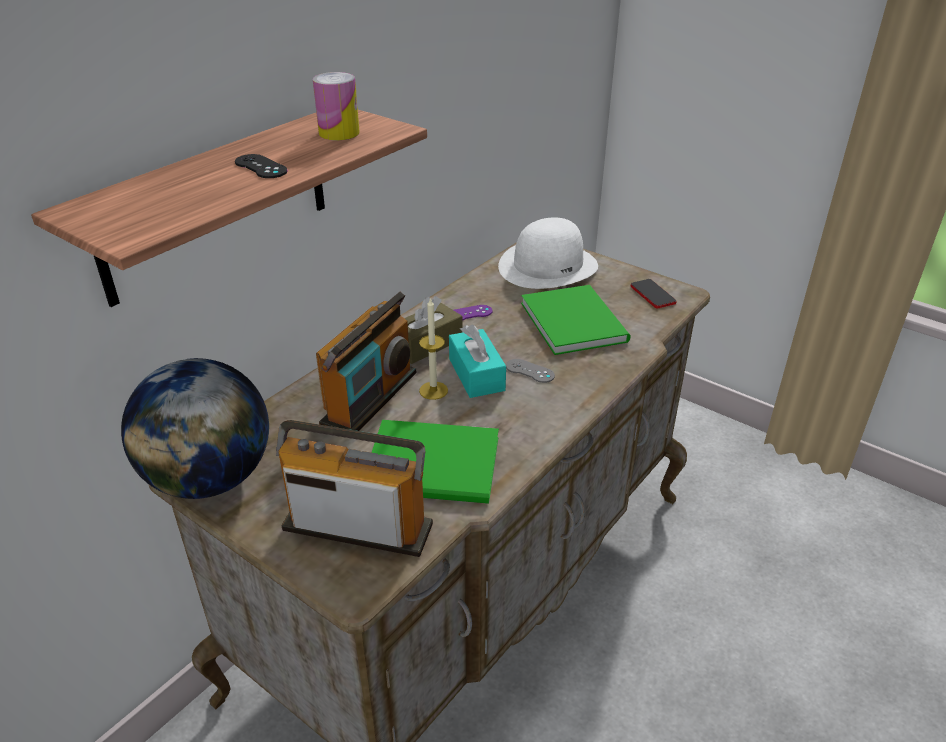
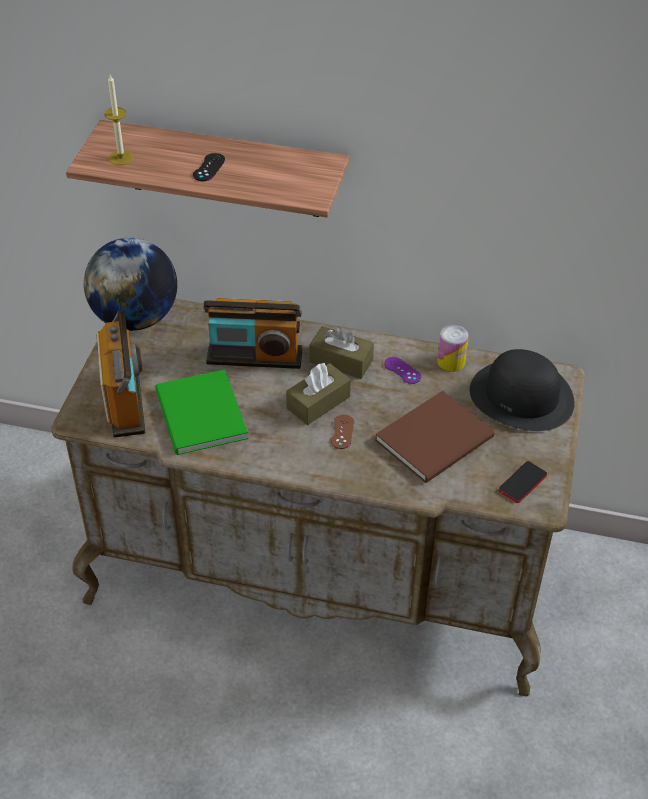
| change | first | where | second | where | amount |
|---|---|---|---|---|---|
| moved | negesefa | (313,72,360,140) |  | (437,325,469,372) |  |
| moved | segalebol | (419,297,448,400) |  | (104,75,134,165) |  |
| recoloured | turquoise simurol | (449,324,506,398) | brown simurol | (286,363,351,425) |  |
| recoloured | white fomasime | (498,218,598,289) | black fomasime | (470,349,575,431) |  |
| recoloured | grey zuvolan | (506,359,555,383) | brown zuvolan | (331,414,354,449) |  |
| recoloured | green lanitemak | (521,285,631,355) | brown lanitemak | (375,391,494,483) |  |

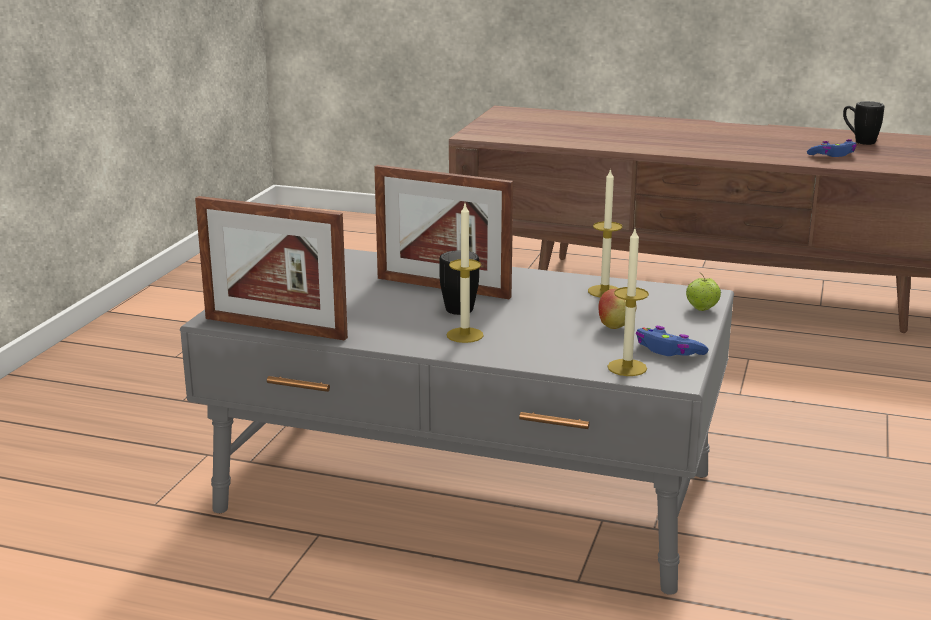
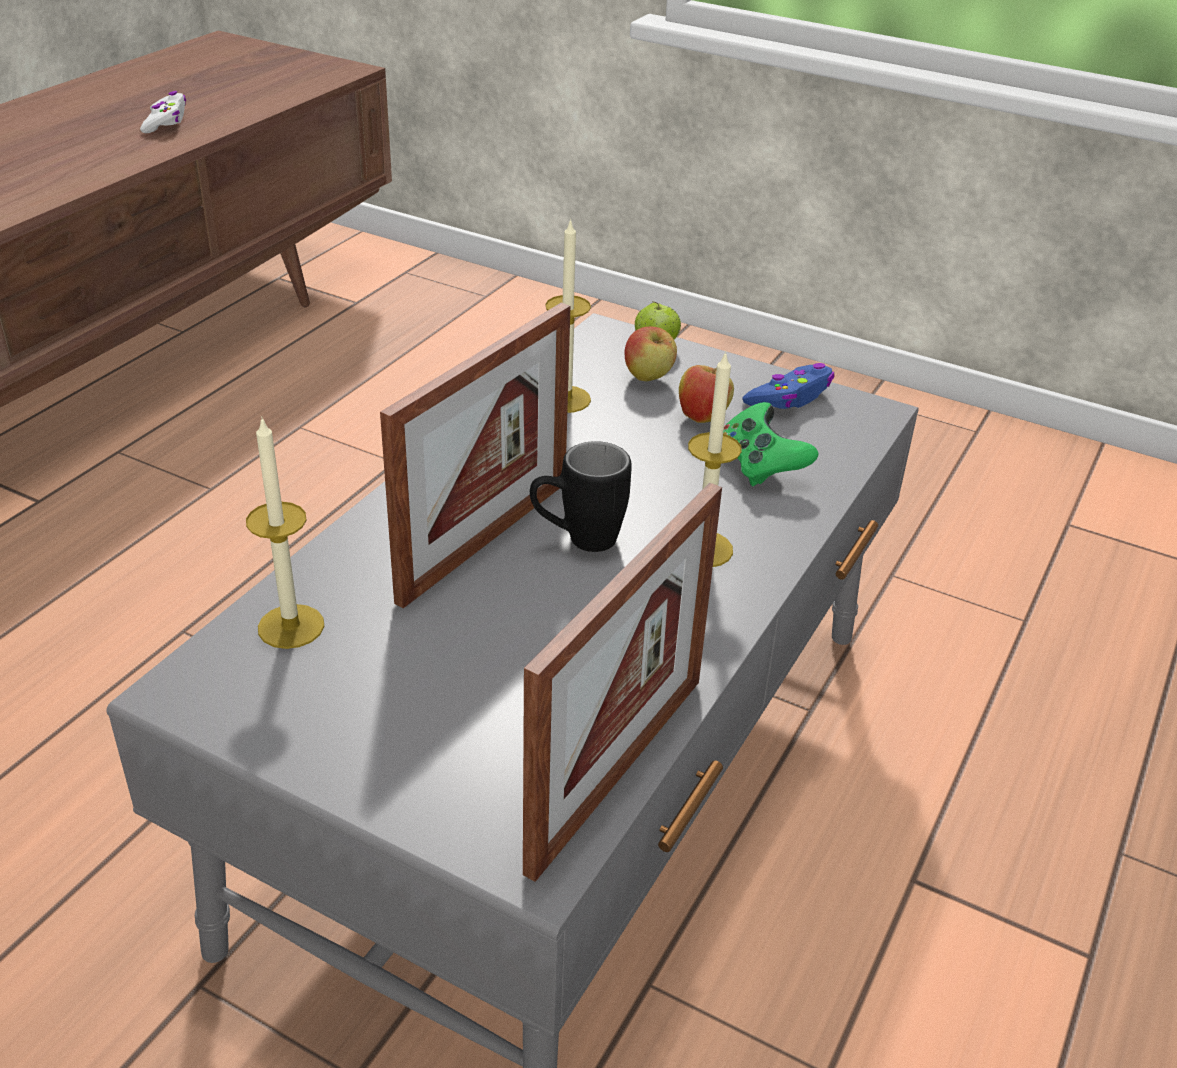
| change | first | where | second | where | amount |
|---|---|---|---|---|---|
| moved | segalebol | (607,229,649,376) |  | (246,416,324,649) |  |
| recoloured | blue zuvolan | (807,139,857,157) | white zuvolan | (140,91,186,133) |  |
| removed | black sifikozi | (843,101,884,145) |  |  |  |
| added |  |  | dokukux | (625,327,677,381) |  |
| added |  |  | green zuvolan | (723,402,819,486) |  |

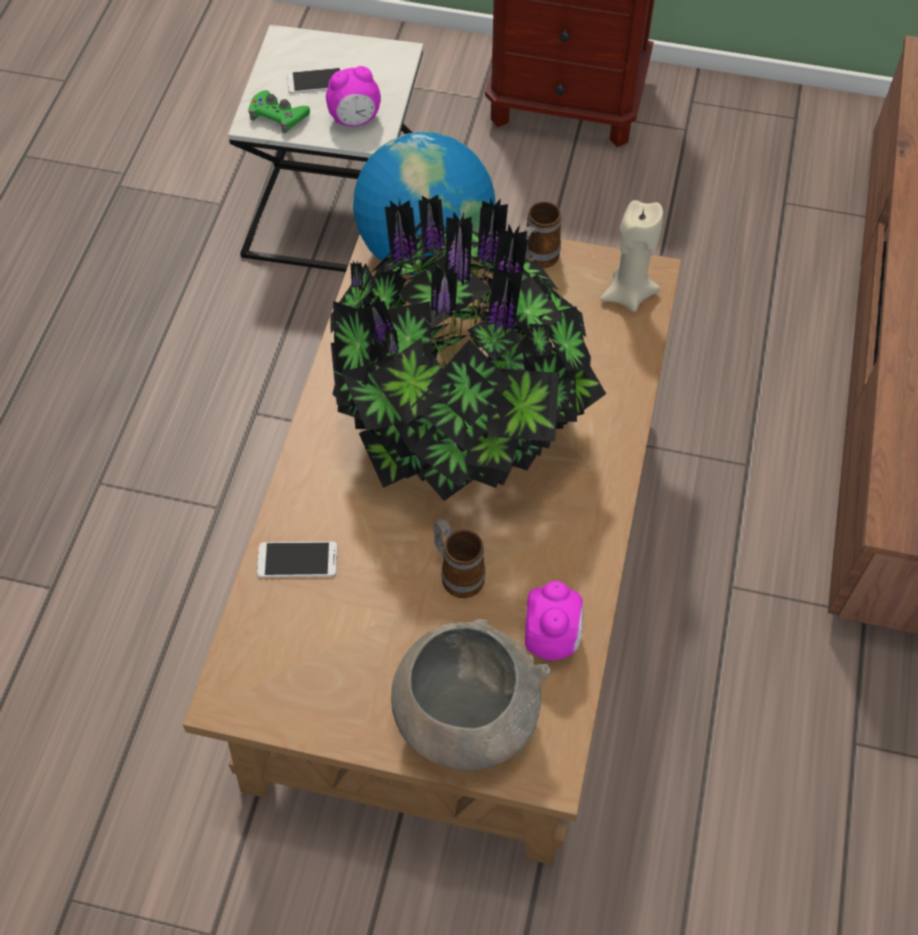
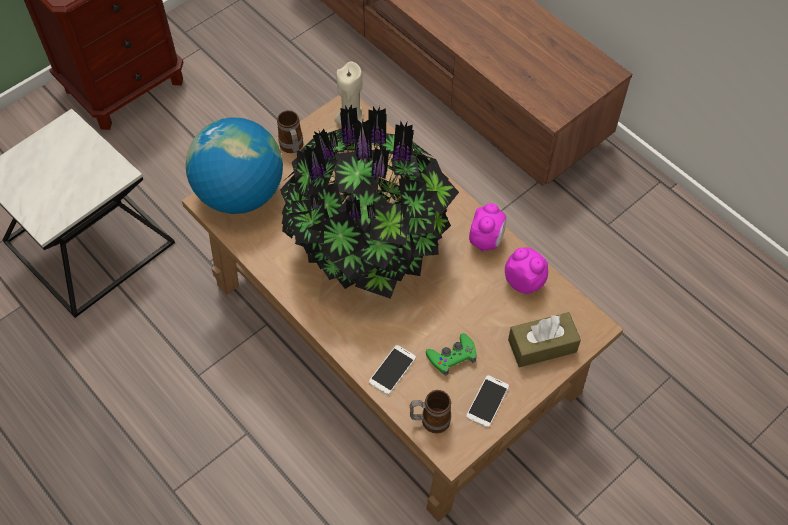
| change | first | where | second | where | amount |
|---|---|---|---|---|---|
| moved | green zuvolan | (248,90,310,133) |  | (426,333,477,376) |  |
| moved | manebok | (287,67,346,94) |  | (466,375,509,428) |  |
| moved | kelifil | (326,66,381,126) |  | (469,203,507,252) |  |
| replaced | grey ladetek | (391,618,550,771) | brown simurol | (508,312,581,367) |  |
| moved | sifikozi | (433,518,486,598) |  | (410,390,451,434) |  |

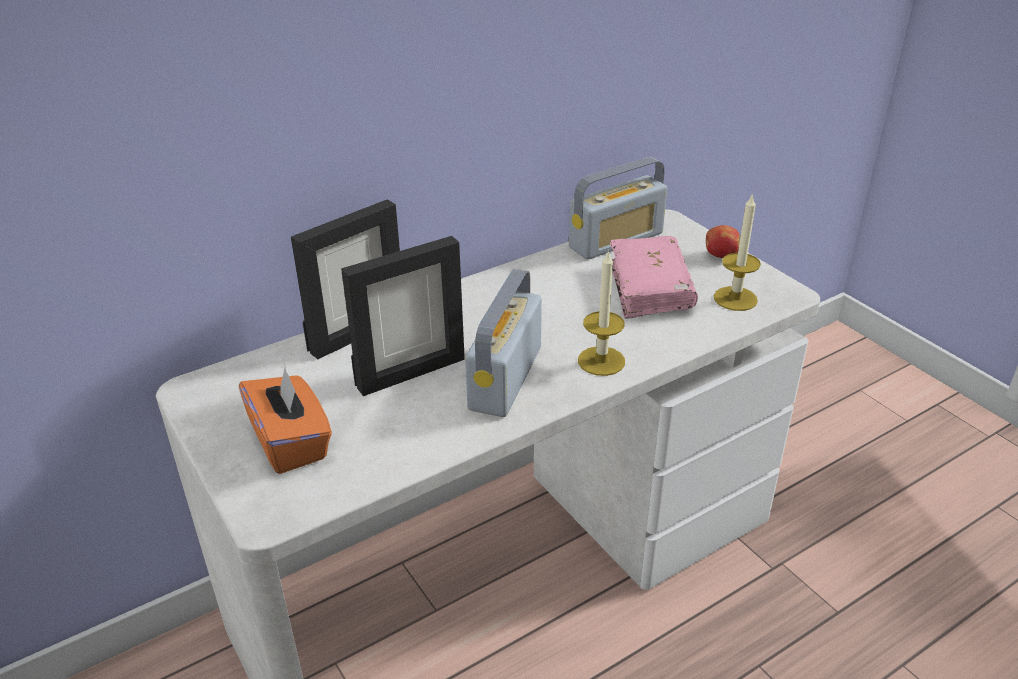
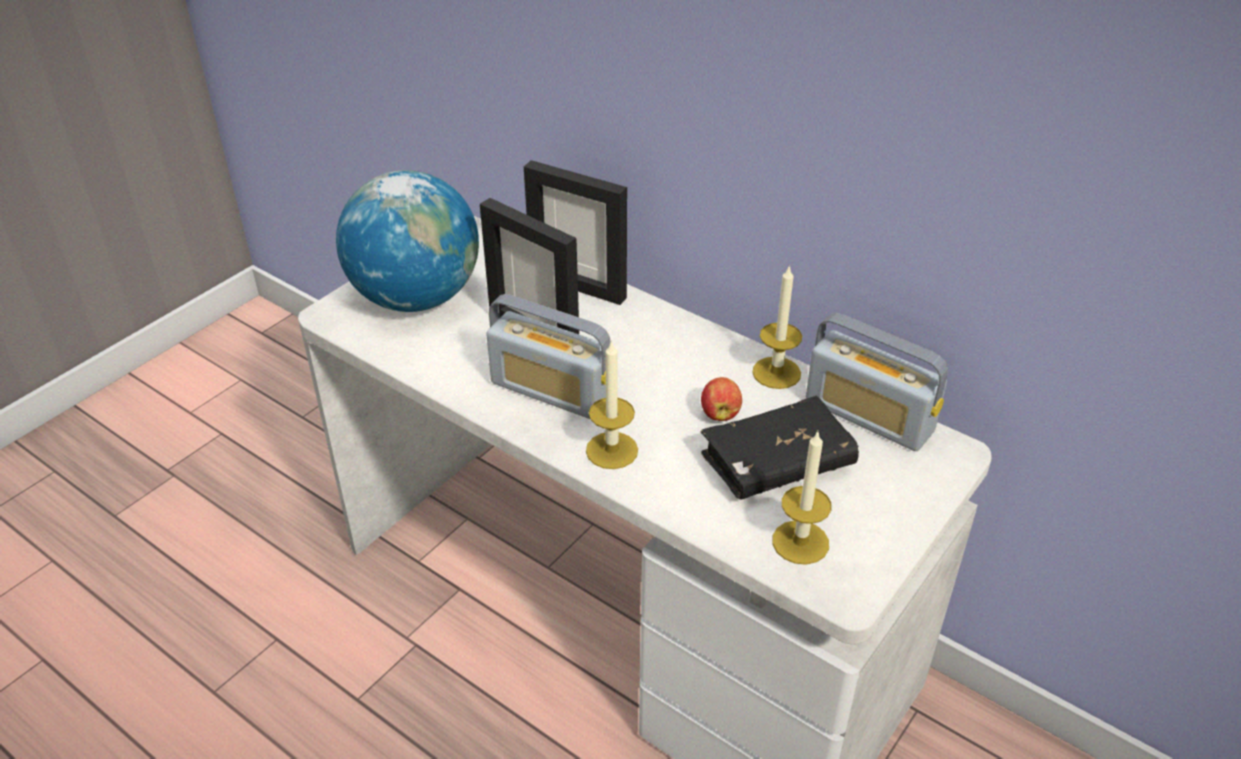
| change | first | where | second | where | amount |
|---|---|---|---|---|---|
| replaced | orange simurol | (239,367,332,474) | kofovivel | (336,170,479,312) |  |
| turned | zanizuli | (465,269,542,417) |  | (486,294,611,419) | 150 degrees counterclockwise |
| recoloured | pink lanitemak | (610,236,698,319) | black lanitemak | (701,396,859,500) |  |
| moved | dokukux | (706,225,740,258) |  | (701,377,742,421) |  |
| added |  |  | segalebol | (752,265,802,389) |  |

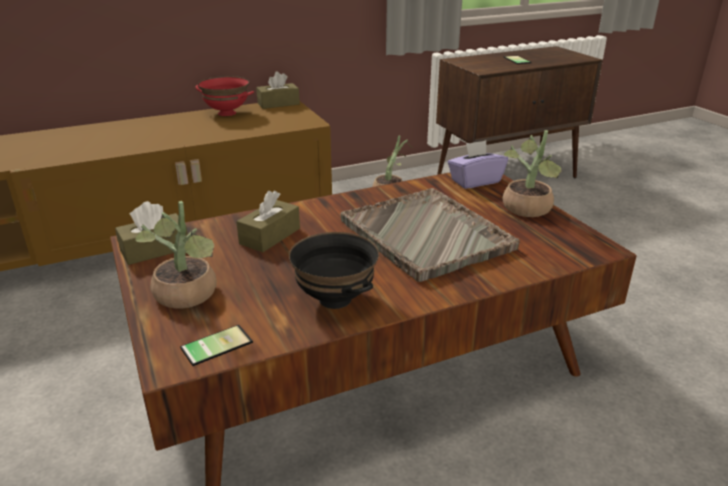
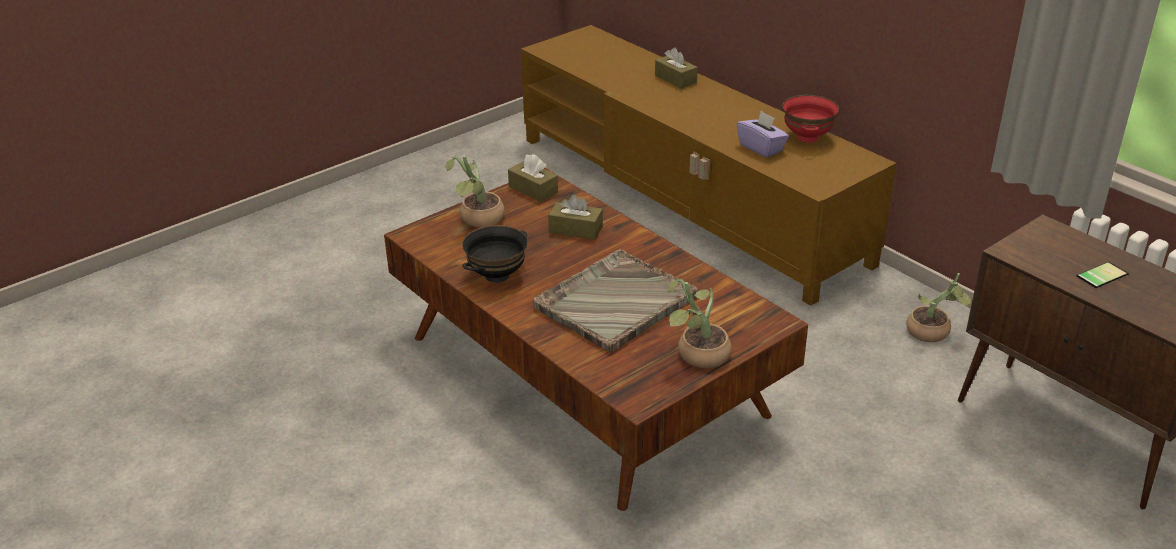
| change | first | where | second | where | amount |
|---|---|---|---|---|---|
| removed | manebok | (180,325,253,366) |  |  |  |
| moved | brown simurol | (256,71,300,109) |  | (655,48,698,89) |  |
| moved | purple simurol | (448,140,508,189) |  | (737,111,789,158) |  |

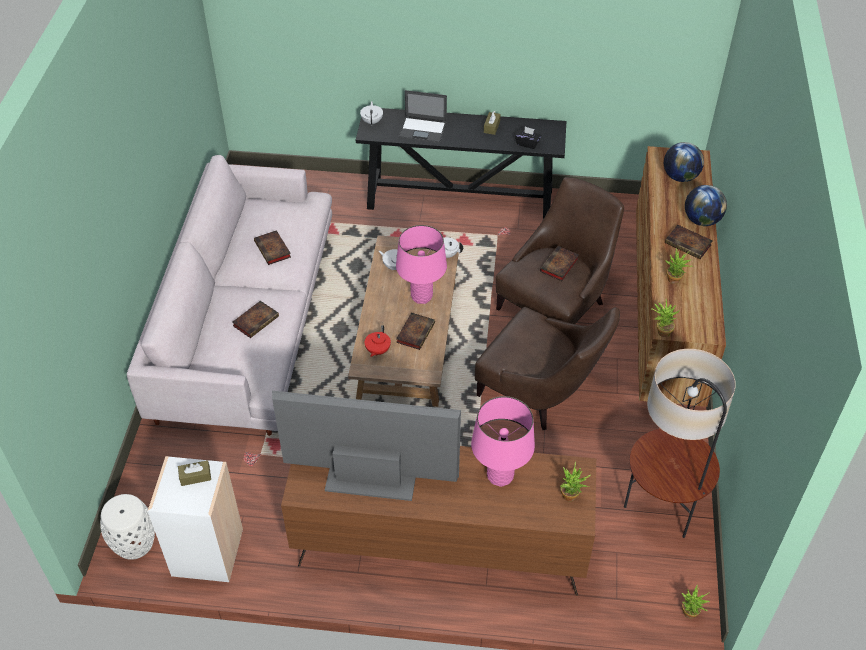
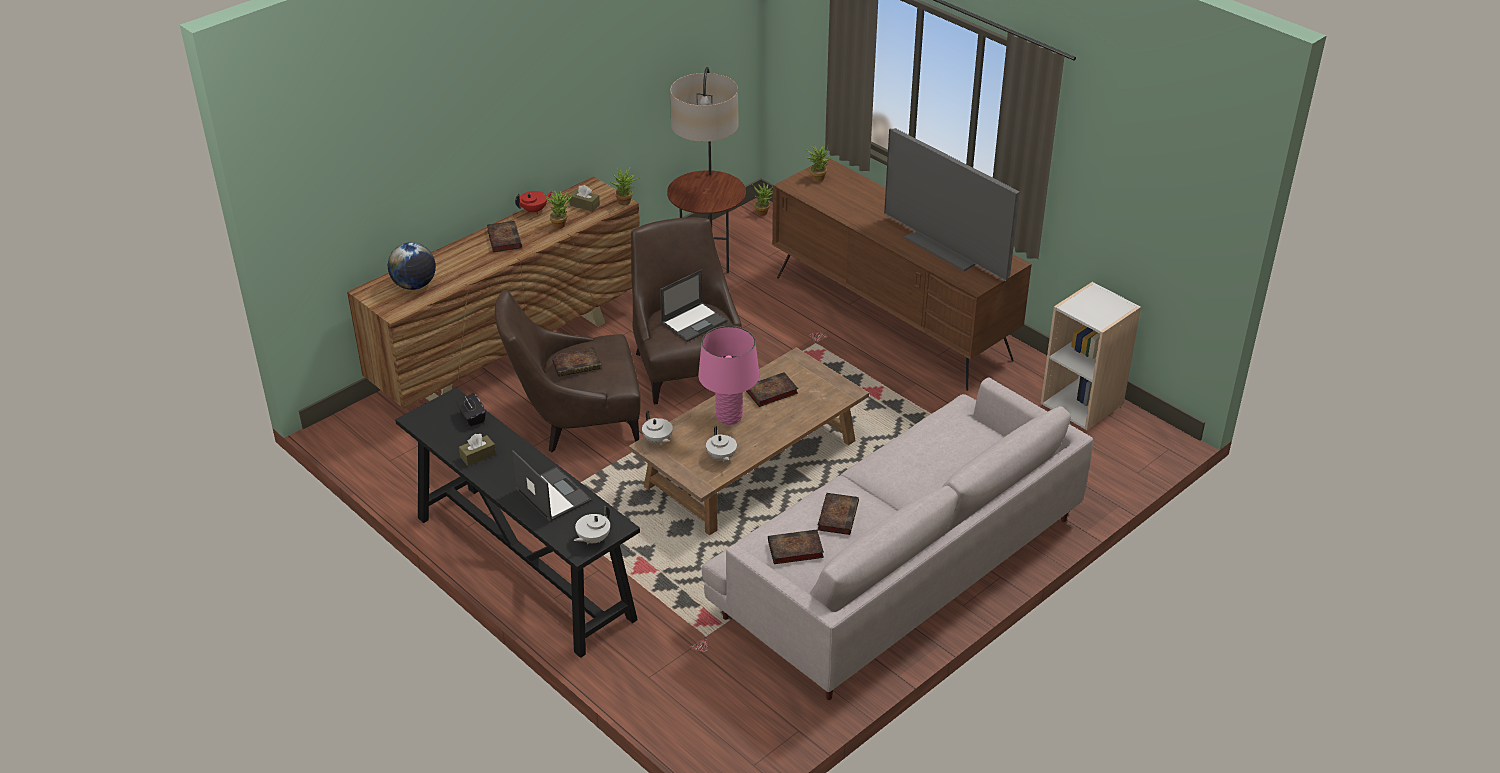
| change | first | where | second | where | amount |
|---|---|---|---|---|---|
| removed | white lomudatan | (100,494,155,560) |  |  |  |
| moved | brown simurol | (178,460,211,486) |  | (569,185,600,212) |  |
| moved | lanitemak | (232,301,279,338) |  | (768,529,824,564) |  |
| moved | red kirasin | (365,325,391,357) |  | (515,191,553,214) |  |
| removed | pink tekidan | (471,396,535,487) |  |  |  |
| removed | kofovivel | (685,185,727,226) |  |  |  |
| added |  |  | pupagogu | (660,270,727,342) |  |

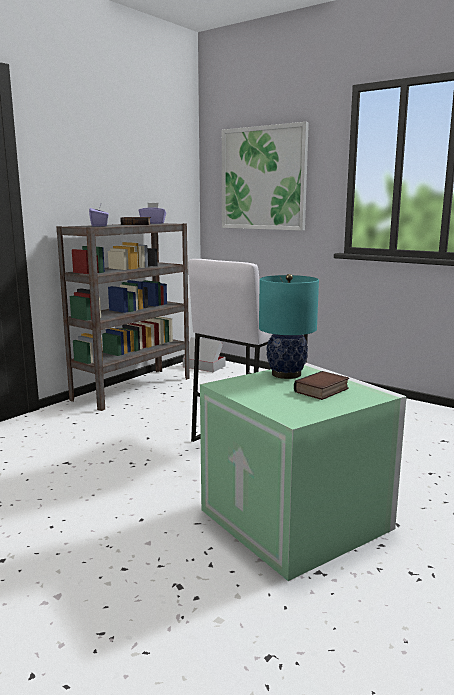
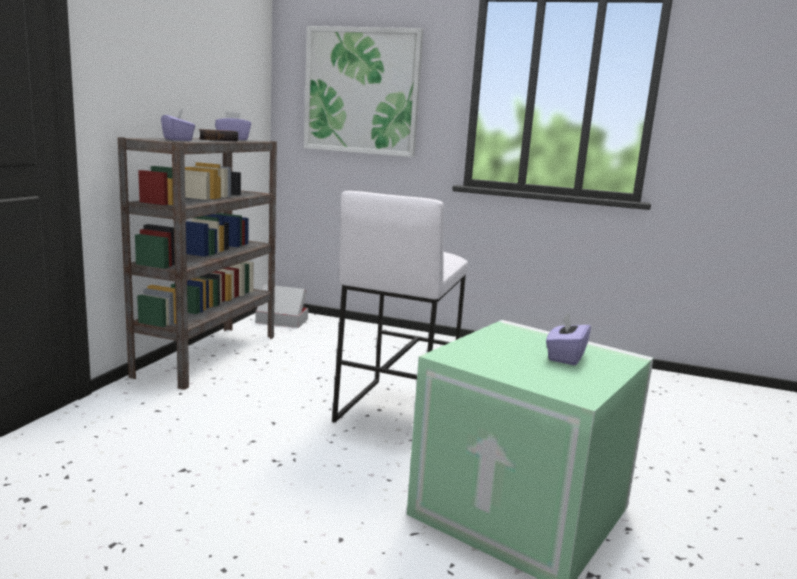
| change | first | where | second | where | amount |
|---|---|---|---|---|---|
| removed | turquoise tekidan | (259,274,319,379) |  |  |  |
| replaced | lanitemak | (294,371,349,400) | purple simurol | (546,312,591,366) |  |

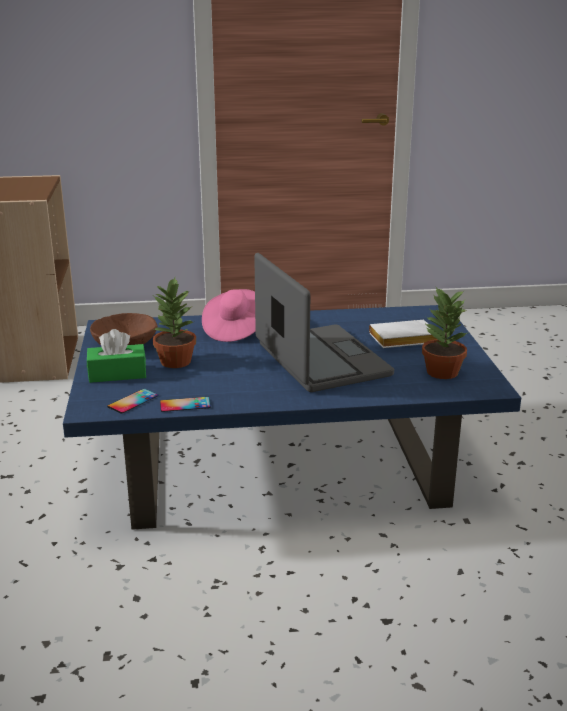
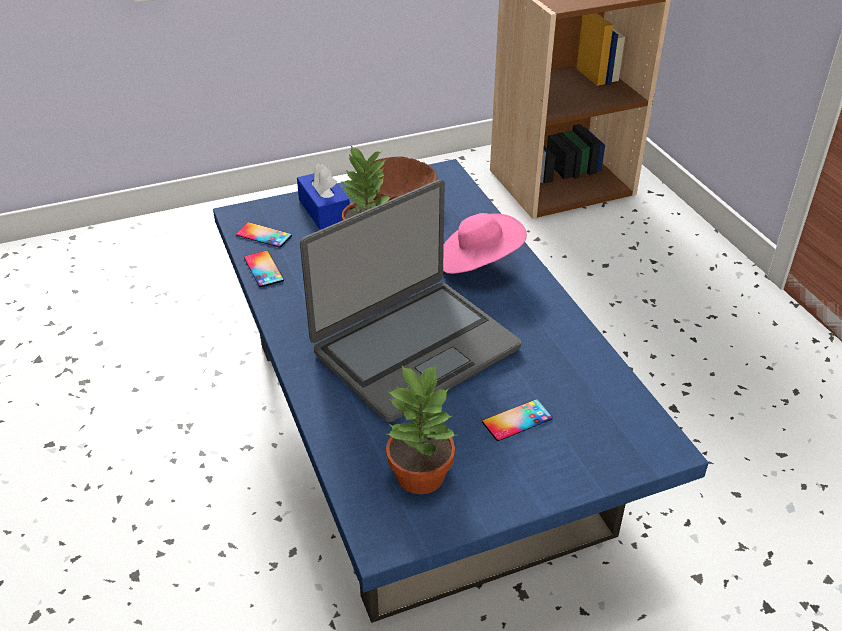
| change | first | where | second | where | amount |
|---|---|---|---|---|---|
| recoloured | green simurol | (87,329,146,383) | blue simurol | (297,164,350,230) |  |
| replaced | white lanitemak | (369,320,436,348) | manebok | (482,399,553,441) |  |

